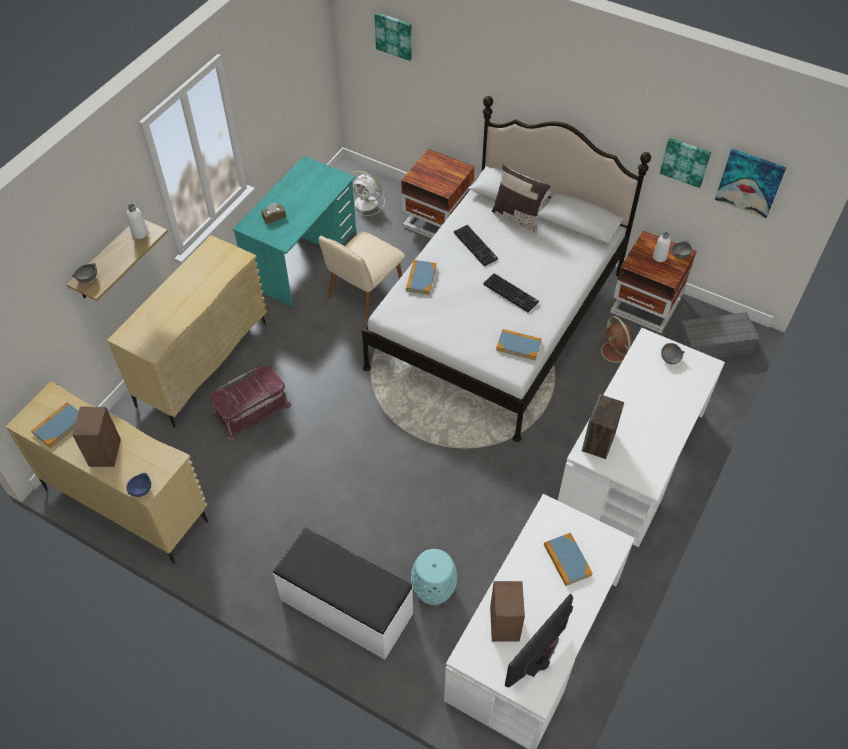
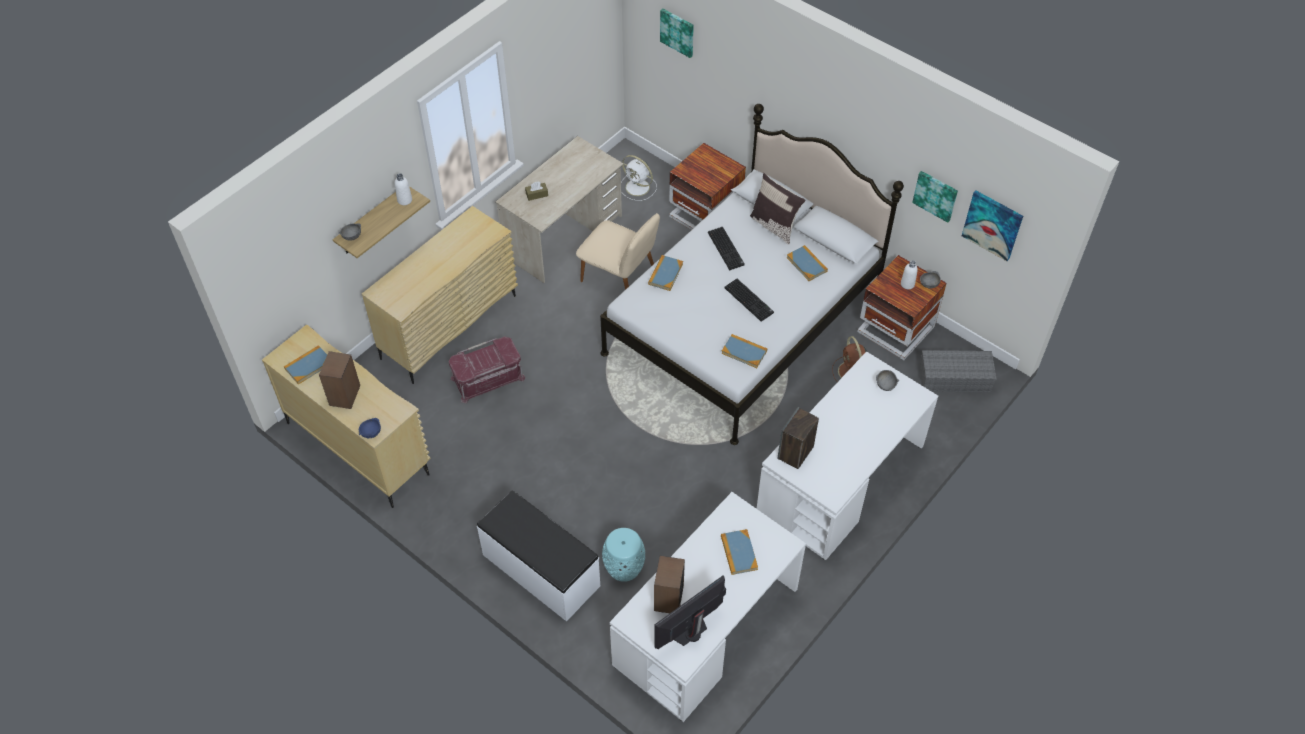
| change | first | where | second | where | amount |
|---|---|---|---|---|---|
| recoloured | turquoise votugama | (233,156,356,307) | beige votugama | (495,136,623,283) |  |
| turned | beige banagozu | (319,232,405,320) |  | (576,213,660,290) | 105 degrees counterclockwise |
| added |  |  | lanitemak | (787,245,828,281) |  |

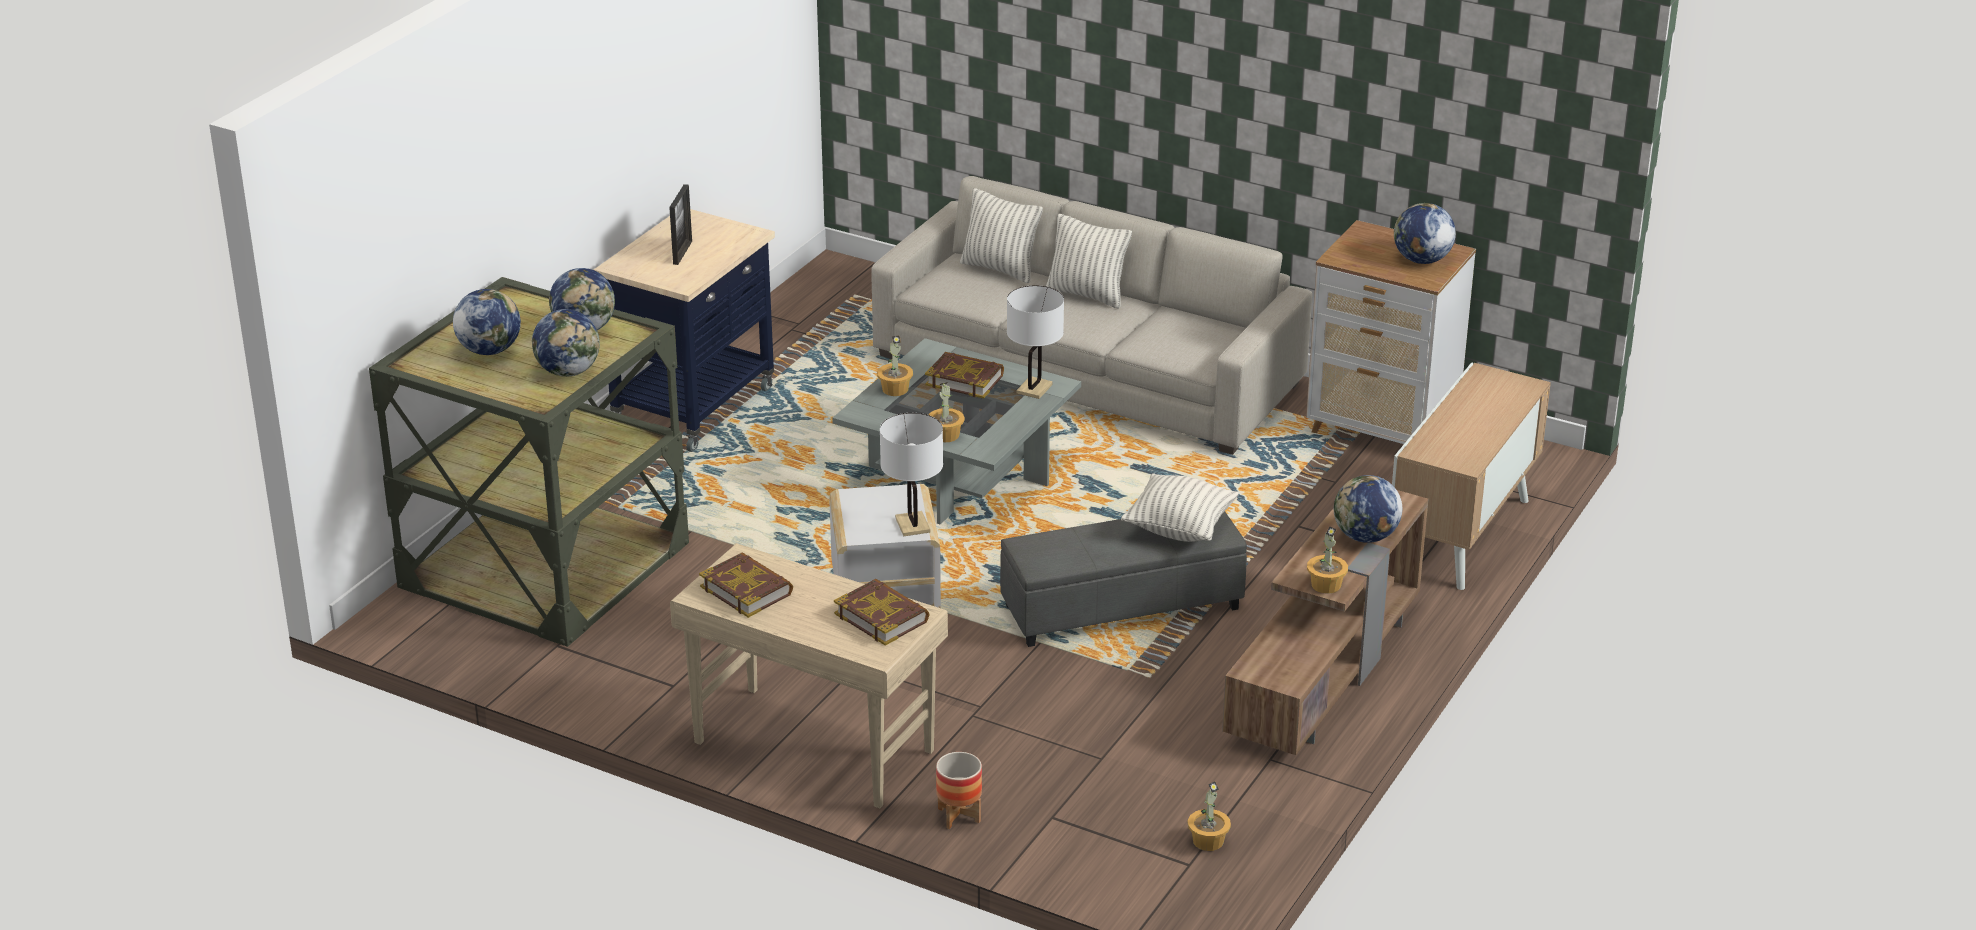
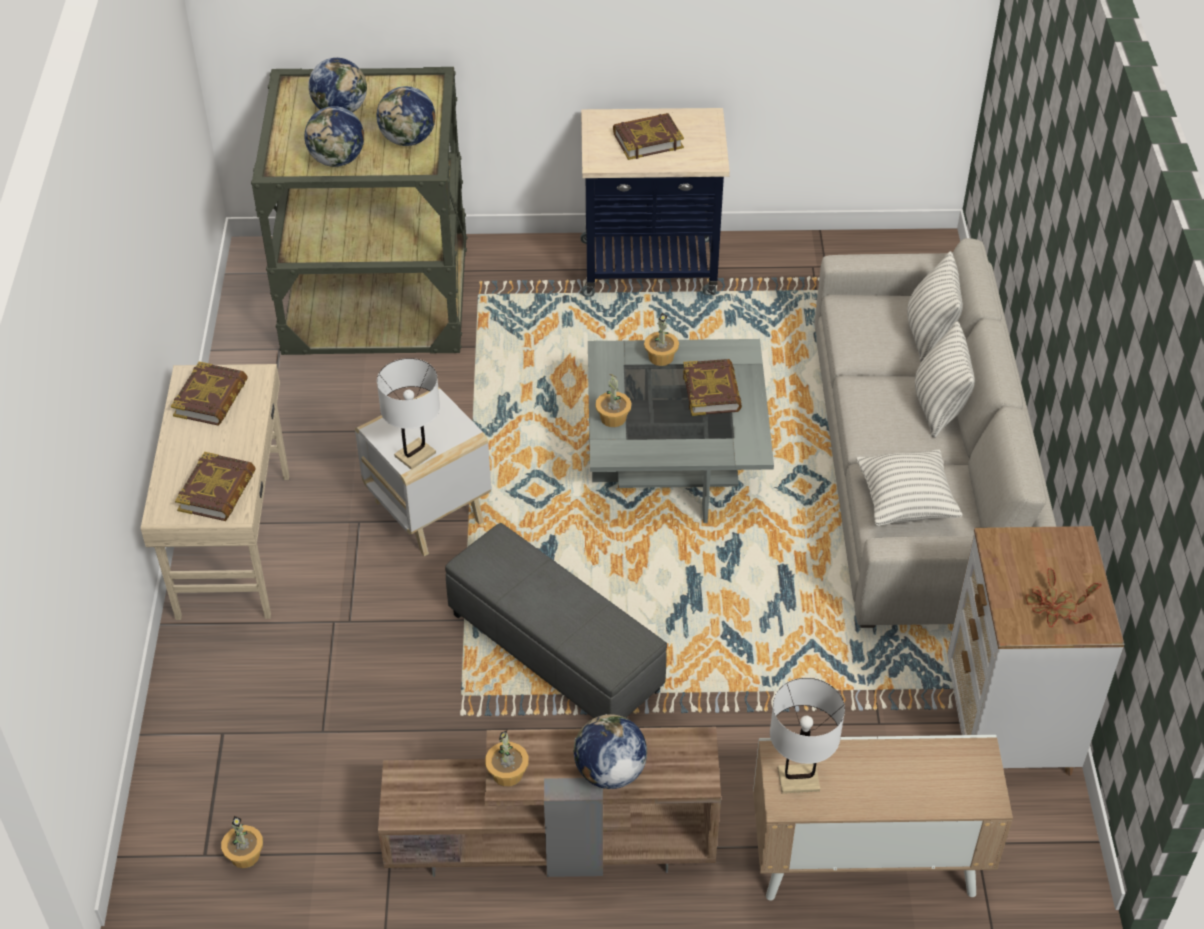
| change | first | where | second | where | amount |
|---|---|---|---|---|---|
| replaced | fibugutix | (669,184,692,265) | lanitemak | (613,113,684,160) |  |
| removed | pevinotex | (936,752,982,829) |  |  |  |
| moved | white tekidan | (1007,285,1064,399) |  | (770,678,845,794) |  |
| moved | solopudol | (1121,473,1239,542) |  | (856,449,963,526) |  |
| replaced | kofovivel | (1393,203,1456,264) | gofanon | (1025,568,1102,627) |  |

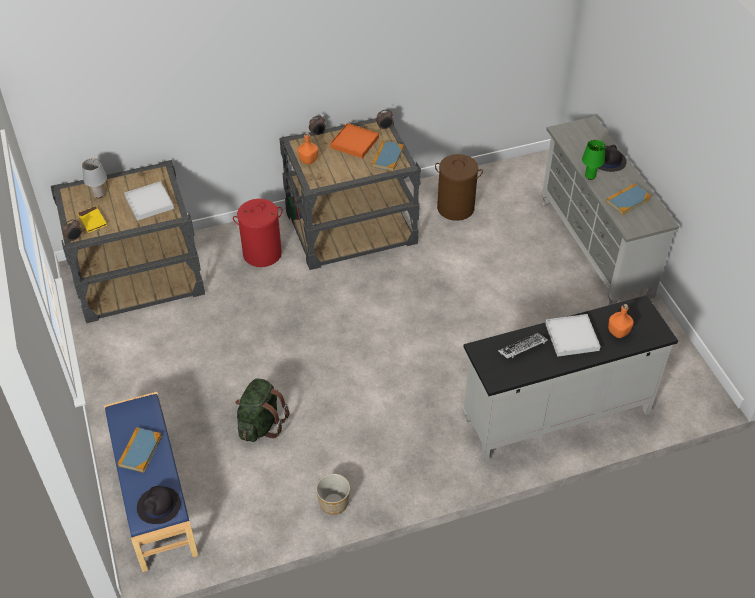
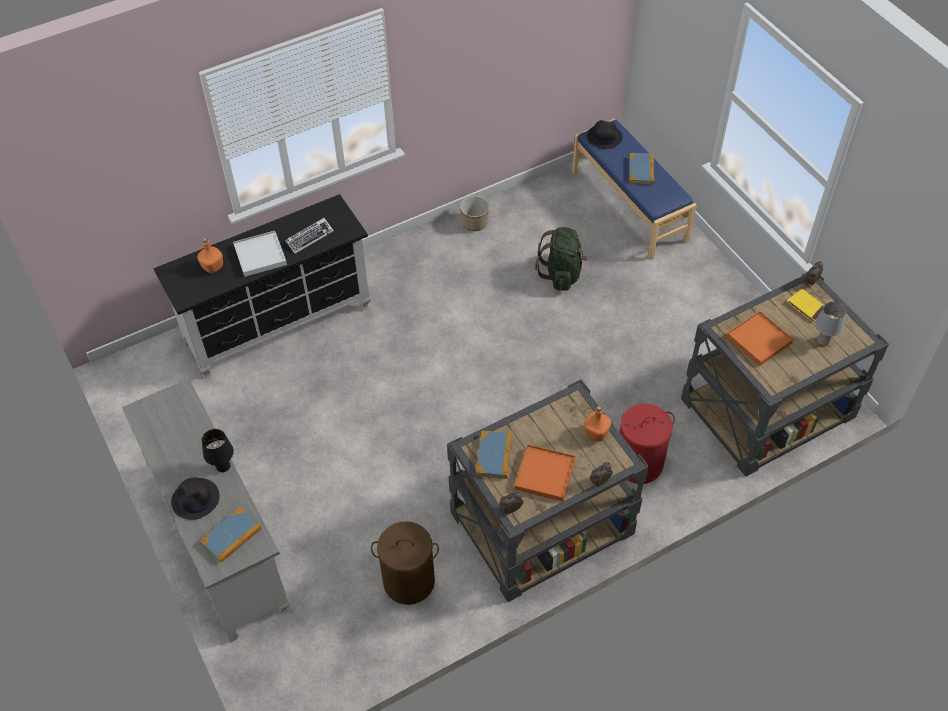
| change | first | where | second | where | amount |
|---|---|---|---|---|---|
| recoloured | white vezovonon | (124,181,174,221) | orange vezovonon | (726,311,793,366) |  |
| recoloured | green tekidan | (582,140,606,180) | black tekidan | (202,429,234,472) |  |
| moved | lanitemak | (606,183,651,215) |  | (200,507,262,563) |  |

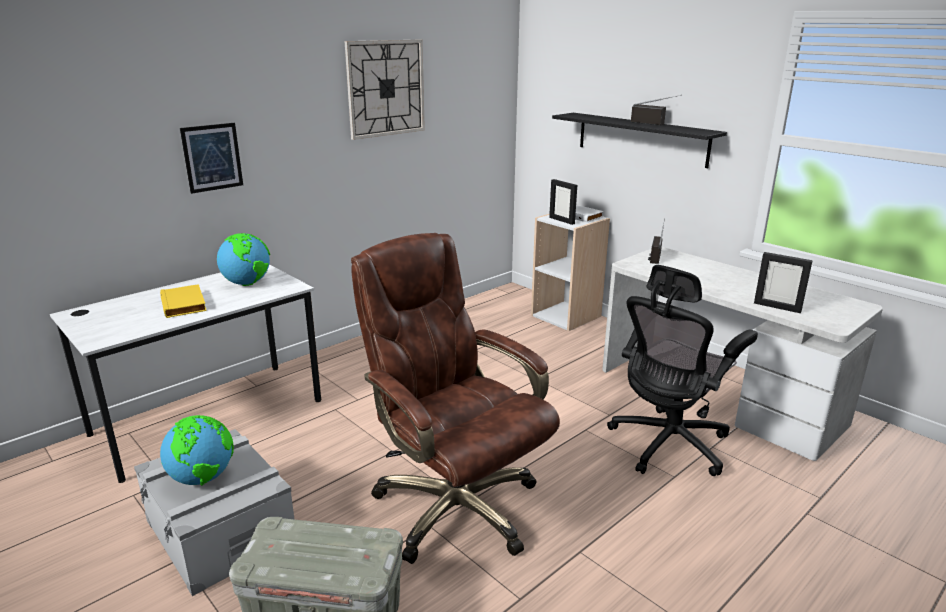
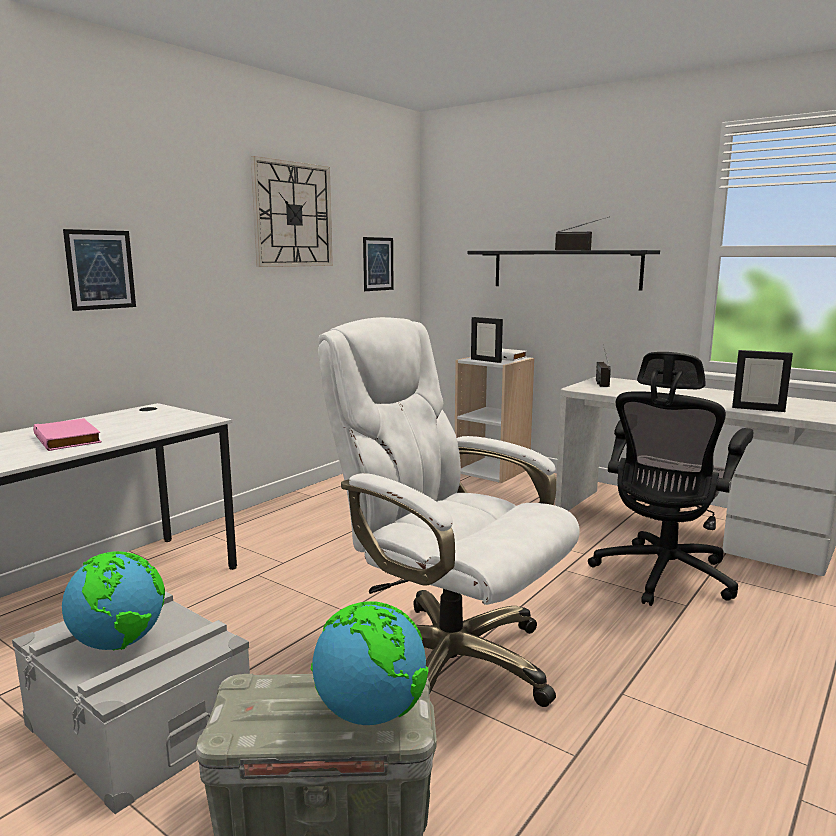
| change | first | where | second | where | amount |
|---|---|---|---|---|---|
| recoloured | yellow lanitemak | (160,284,207,318) | pink lanitemak | (33,418,102,451) |  |
| moved | kofovivel | (217,233,270,286) |  | (311,601,428,725) |  |
| recoloured | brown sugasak | (351,233,560,564) | white sugasak | (318,317,580,707) |  |
| added |  |  | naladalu | (363,237,394,291) |  |

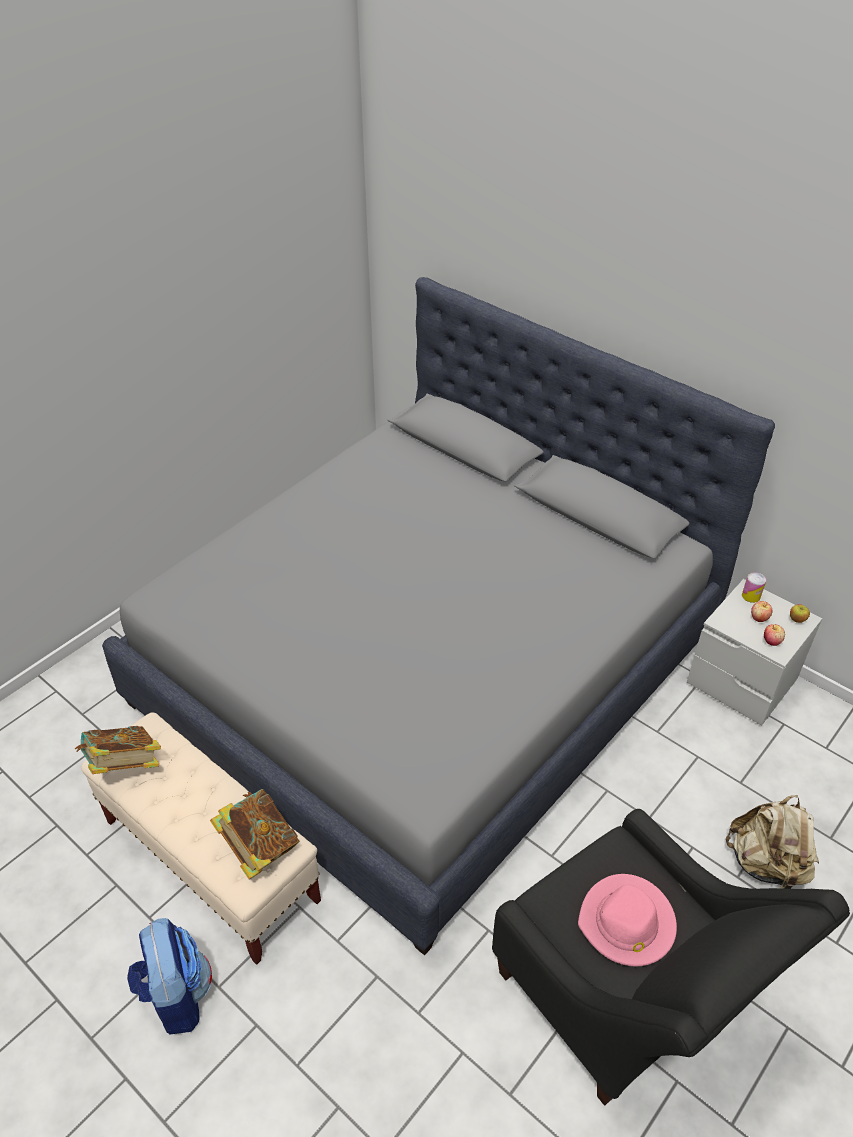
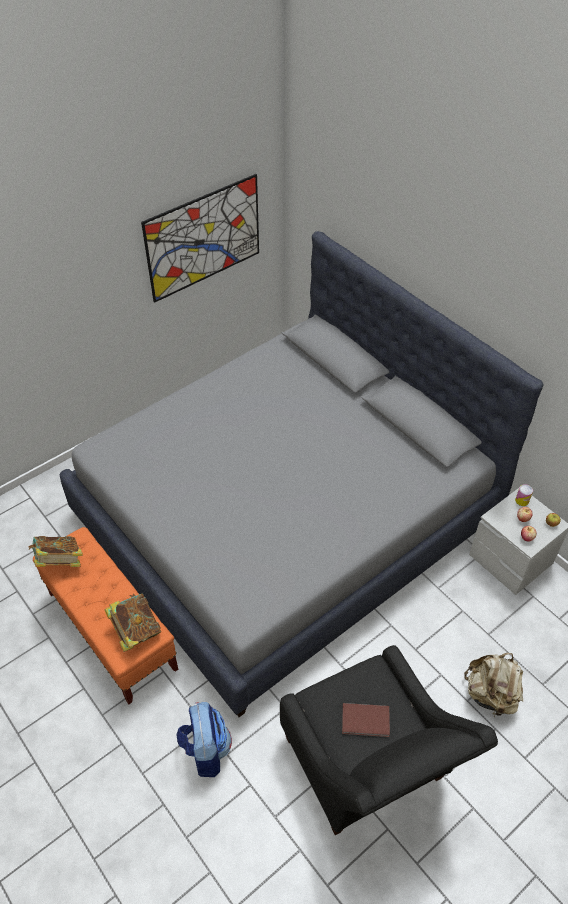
| change | first | where | second | where | amount |
|---|---|---|---|---|---|
| recoloured | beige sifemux | (81,712,321,965) | orange sifemux | (33,527,178,705) |  |
| moved | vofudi | (127,918,212,1034) |  | (176,702,232,777) |  |
| replaced | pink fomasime | (578,874,677,966) | brown lanitemak | (342,703,390,737) |  |
| added |  |  | naladalu | (141,174,259,303) |  |

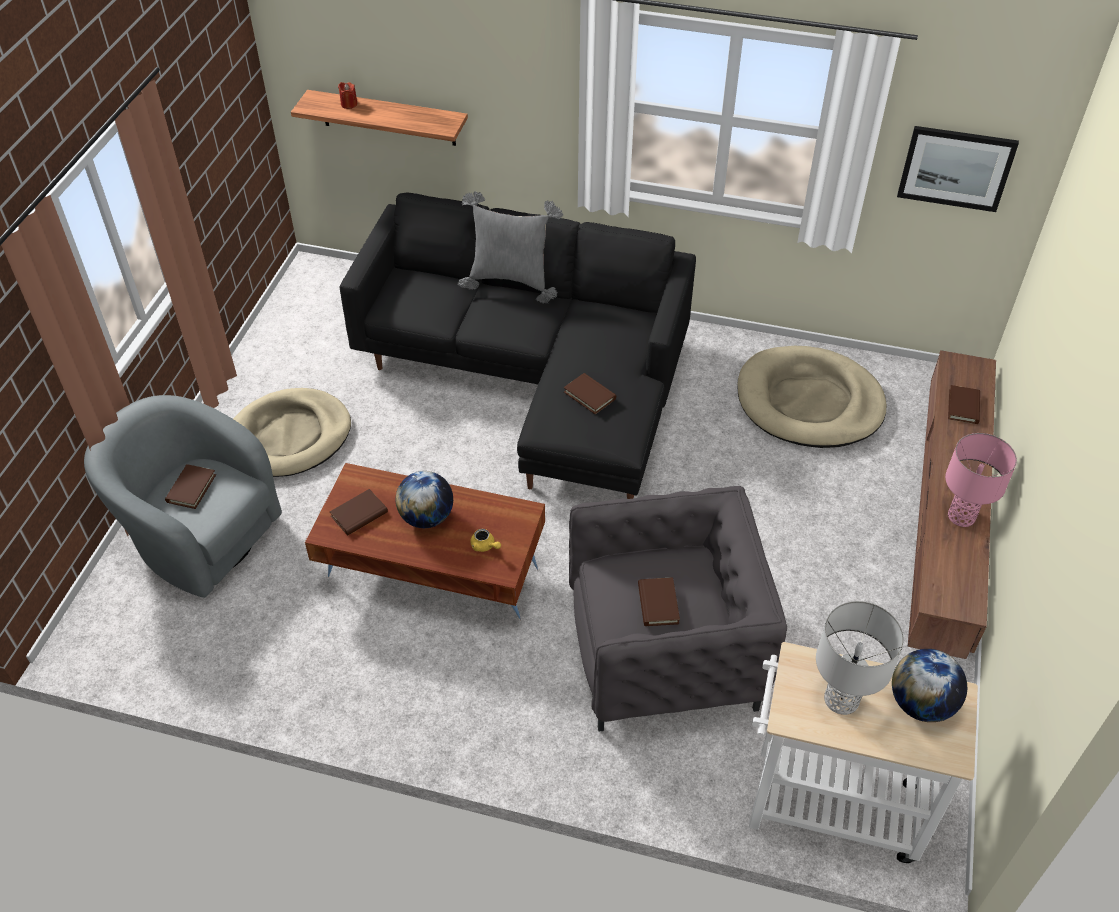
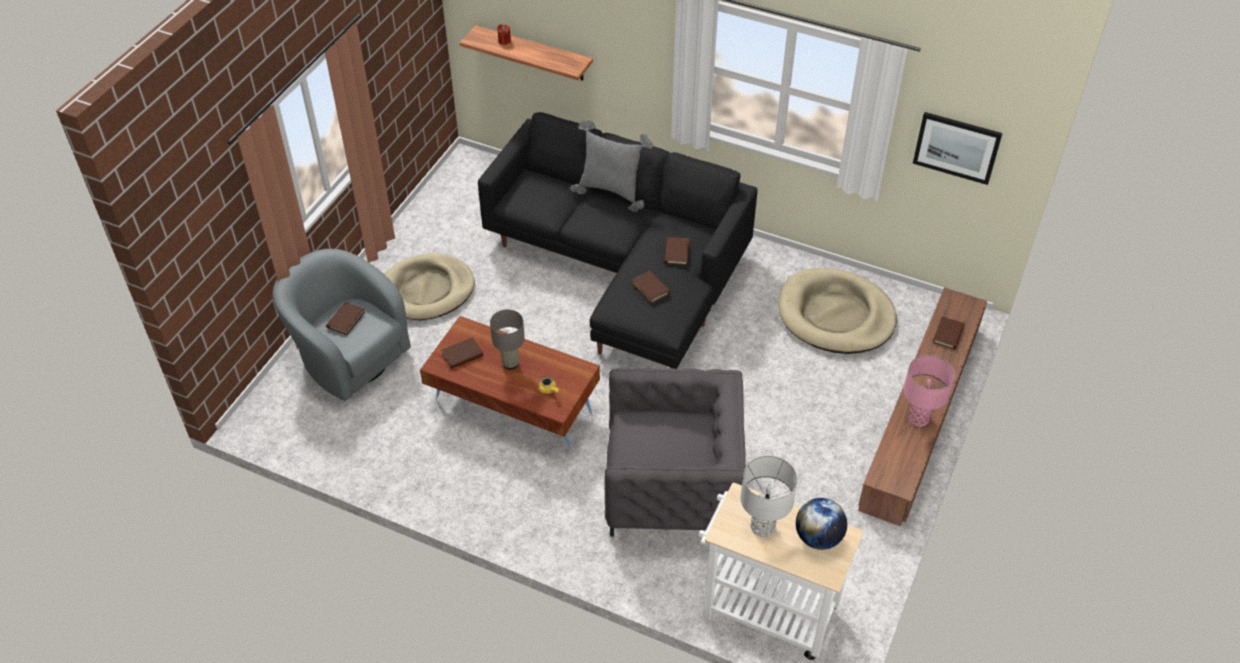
| change | first | where | second | where | amount |
|---|---|---|---|---|---|
| replaced | kofovivel | (396,471,453,528) | grey tekidan | (490,309,525,369) |  |
| moved | brown lanitemak | (638,577,680,626) |  | (664,237,689,265) |  |

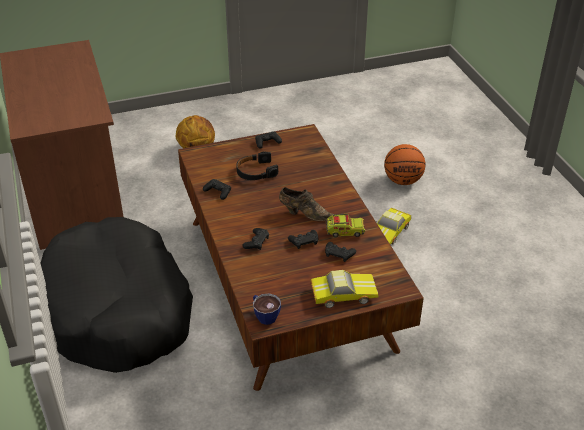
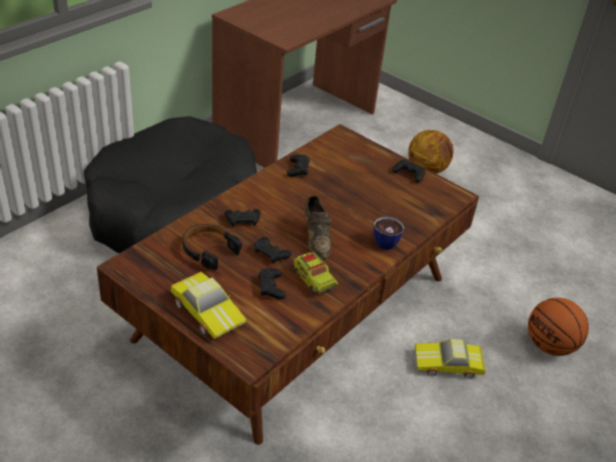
| change | first | where | second | where | amount |
|---|---|---|---|---|---|
| moved | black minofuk | (236,151,278,180) |  | (183,224,242,270) |  |
| moved | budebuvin | (253,293,281,325) |  | (373,217,404,250) |  |

